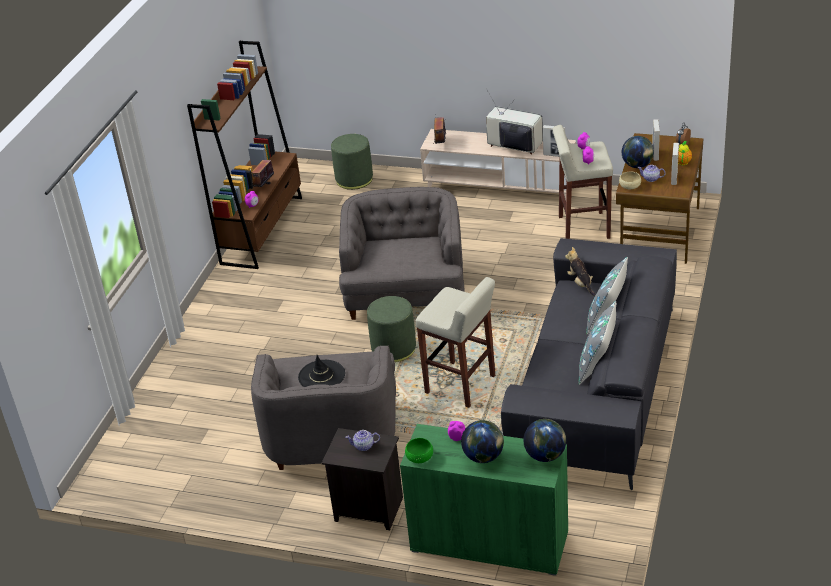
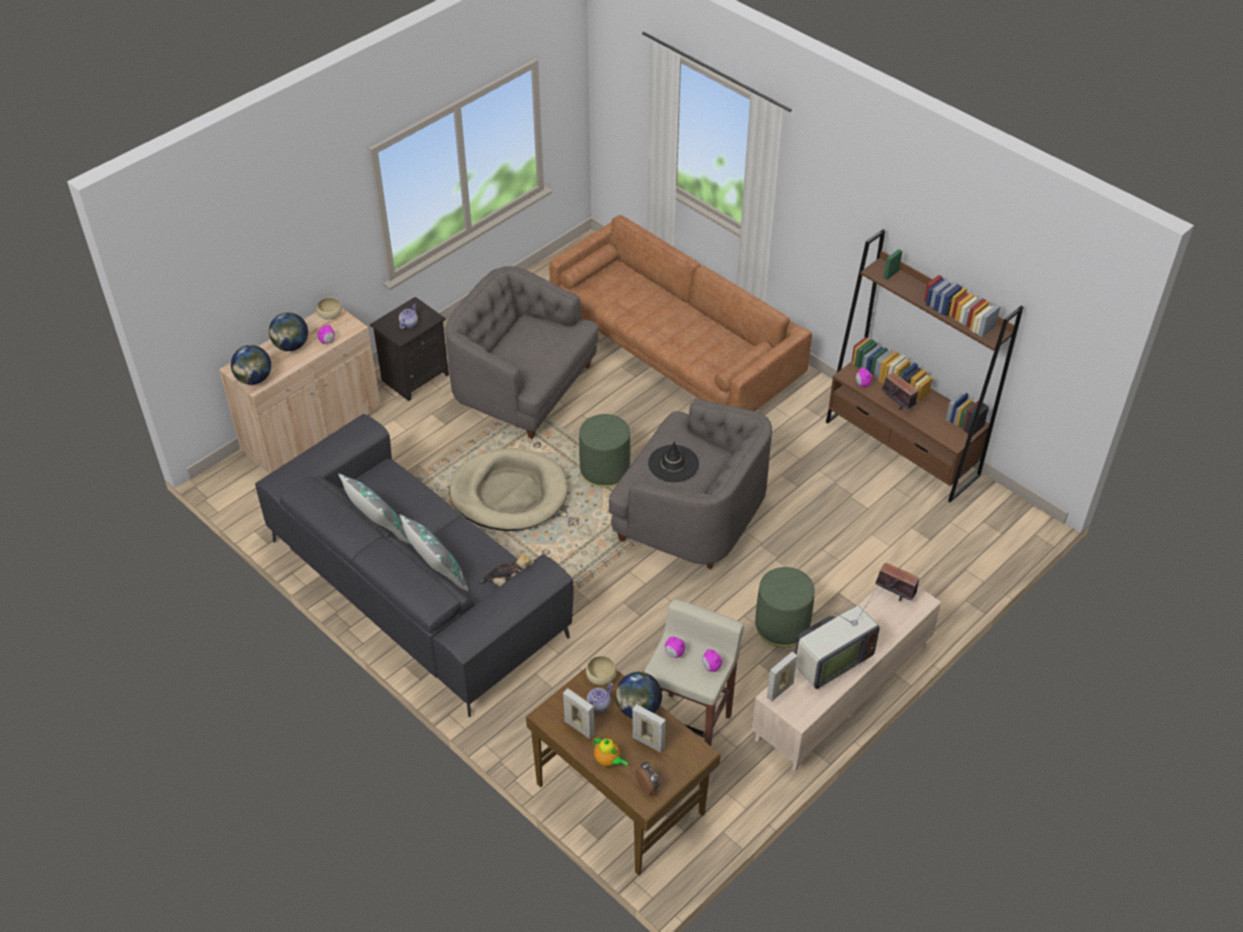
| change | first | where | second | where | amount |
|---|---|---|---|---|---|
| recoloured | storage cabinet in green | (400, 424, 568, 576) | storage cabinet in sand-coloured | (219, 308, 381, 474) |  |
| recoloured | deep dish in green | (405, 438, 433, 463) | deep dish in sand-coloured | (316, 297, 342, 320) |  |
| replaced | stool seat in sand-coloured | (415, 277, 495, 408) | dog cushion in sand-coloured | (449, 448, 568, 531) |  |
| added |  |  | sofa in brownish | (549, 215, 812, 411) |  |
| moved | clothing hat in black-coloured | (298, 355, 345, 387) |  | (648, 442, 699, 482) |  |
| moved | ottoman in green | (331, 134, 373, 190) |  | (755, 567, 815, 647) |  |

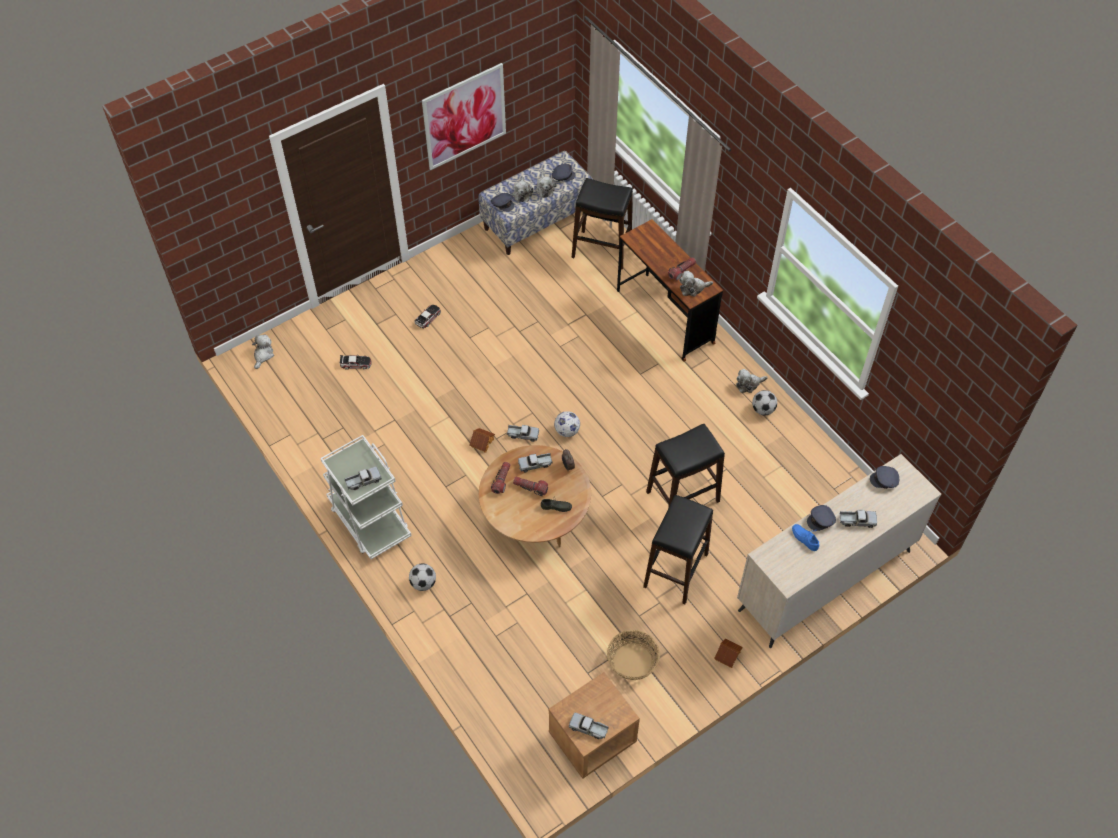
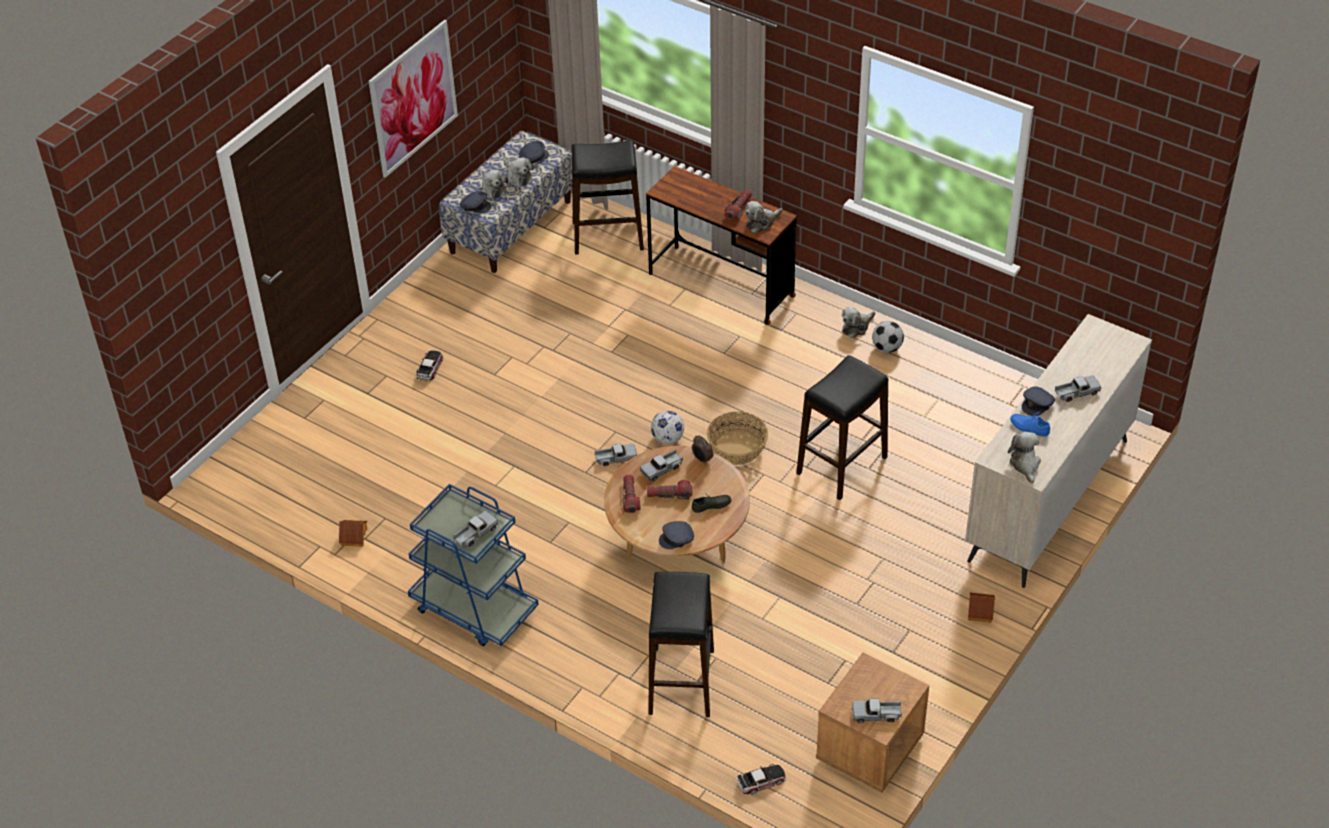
| change | first | where | second | where | amount |
|---|---|---|---|---|---|
| moved | toy house | (469, 428, 495, 452) |  | (339, 520, 367, 547) |  |
| recoloured | cart in white-coloured | (320, 435, 411, 559) | cart in blue-coloured | (408, 484, 539, 646) |  |
| moved | stool seat in black-coloured | (643, 495, 713, 604) |  | (648, 572, 714, 717) |  |
| moved | cap in greyish | (870, 466, 899, 489) |  | (659, 521, 694, 549) |  |
| moved | basket | (607, 630, 660, 680) |  | (707, 411, 768, 465) |  |
| moved | miniature car | (339, 355, 372, 370) |  | (737, 764, 785, 795) |  |
| moved | cuddly toy | (252, 334, 274, 369) |  | (1008, 432, 1041, 484) |  |
| removed | ball for football | (409, 564, 436, 591) |  |  |  |

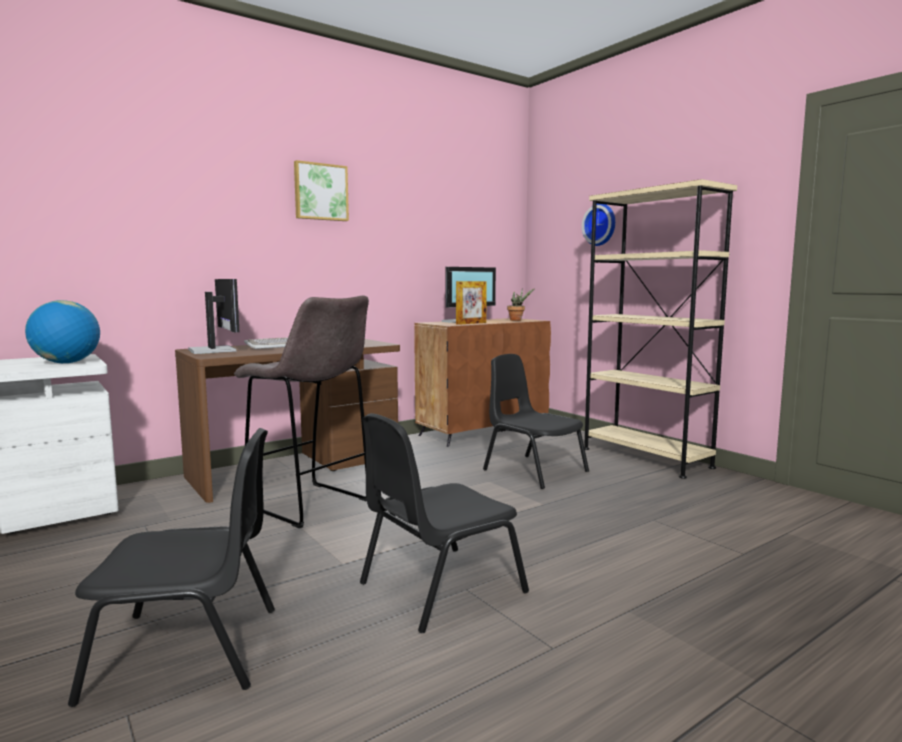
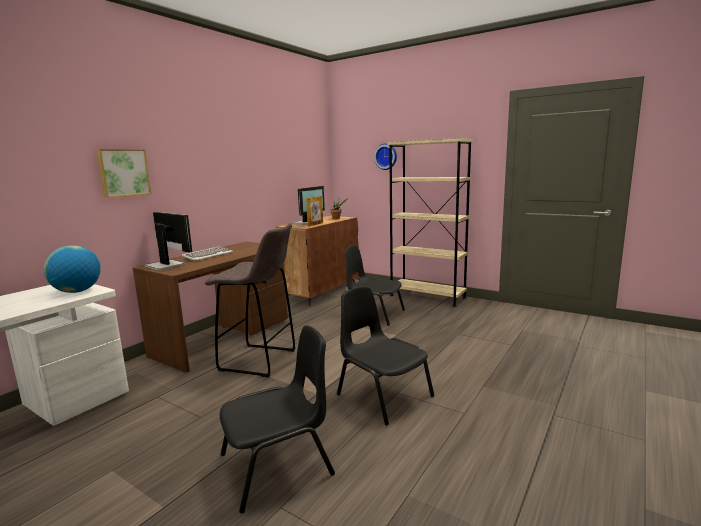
| change | first | where | second | where | amount |
|---|---|---|---|---|---|
| moved | picture | (294, 160, 349, 221) |  | (96, 149, 151, 198) |  |
| turned | upright chair in black-coloured | (360, 413, 529, 633) |  | (337, 286, 434, 426) | 105 degrees clockwise |

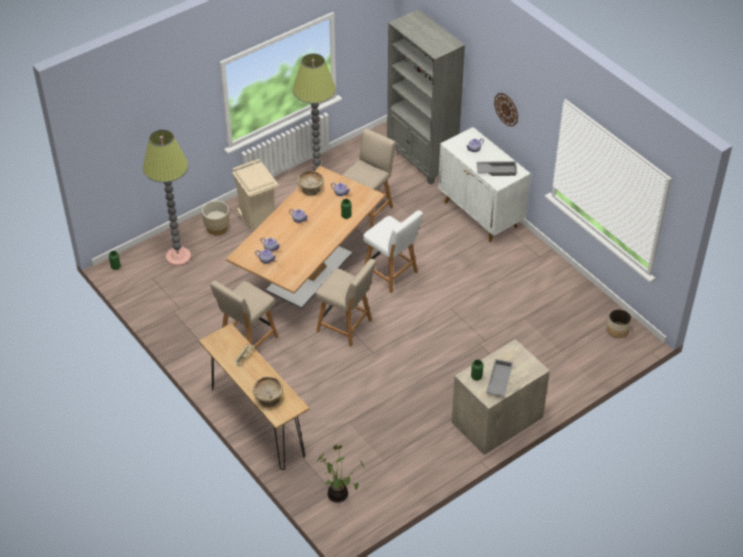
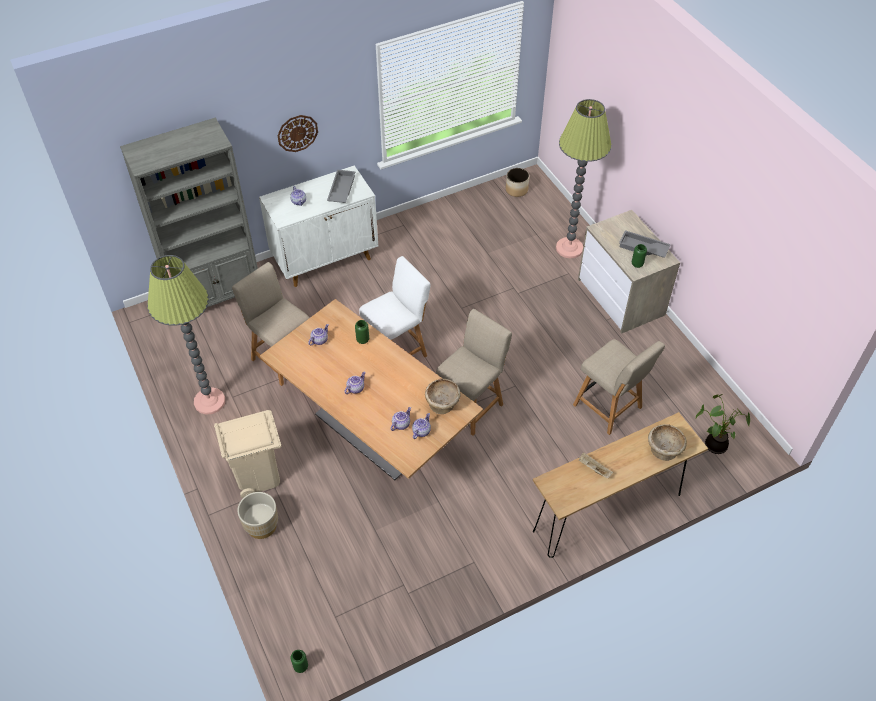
| change | first | where | second | where | amount |
|---|---|---|---|---|---|
| moved | deep dish in sand-coloured | (297, 170, 324, 195) |  | (425, 378, 461, 414) |  |
| moved | floor lamp | (143, 130, 191, 266) |  | (556, 99, 612, 259) |  |
| moved | upright chair in sand-coloured | (210, 281, 278, 348) |  | (573, 339, 665, 435) |  |

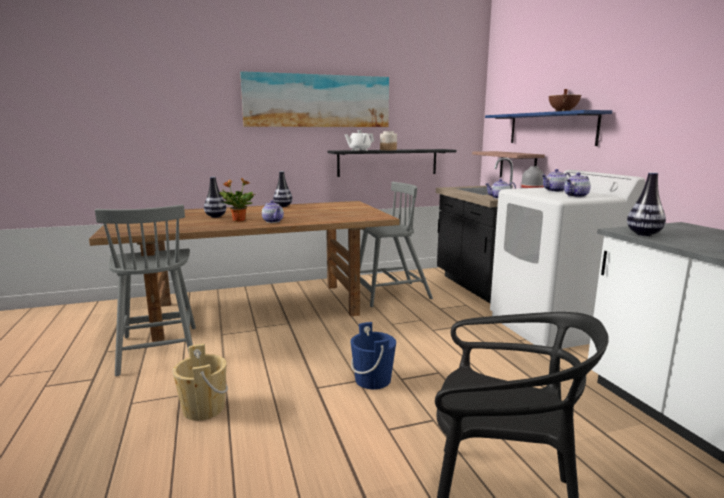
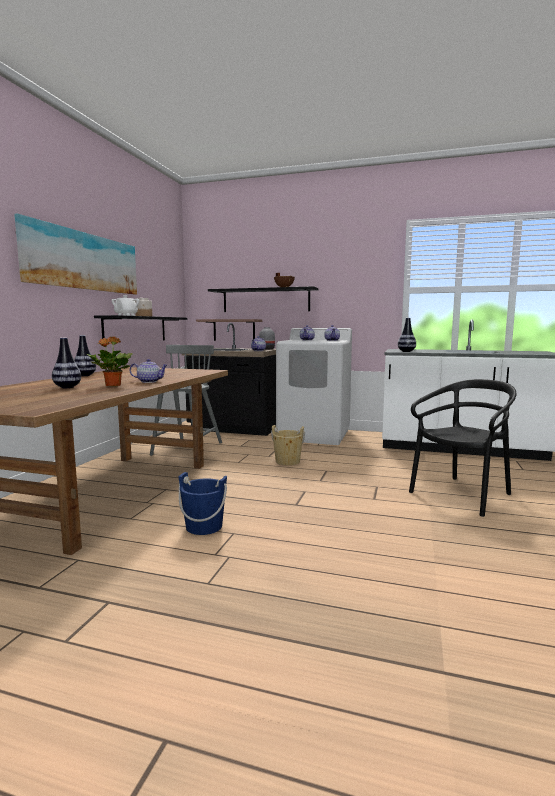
| change | first | where | second | where | amount |
|---|---|---|---|---|---|
| moved | water bucket in blue-coloured | (350, 322, 396, 389) |  | (179, 472, 227, 535) |  |
| recoloured | wall shelf in blue-coloured | (485, 110, 612, 146) | wall shelf in black-coloured | (208, 286, 319, 312) |  |
| moved | water bucket in sand-coloured | (172, 344, 228, 421) |  | (271, 425, 305, 465) |  |
| removed | upright chair in greyish | (95, 205, 196, 376) |  |  |  |

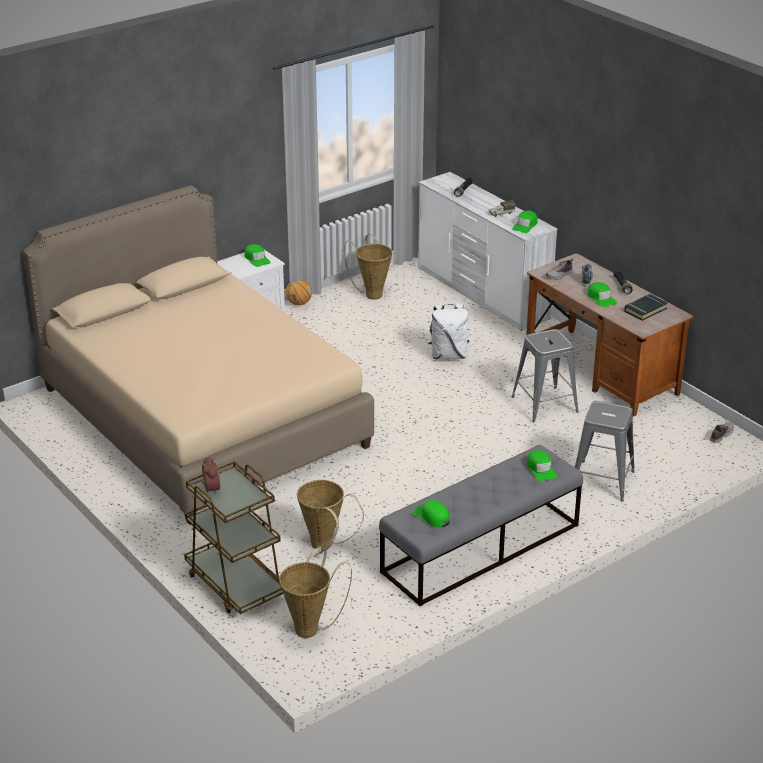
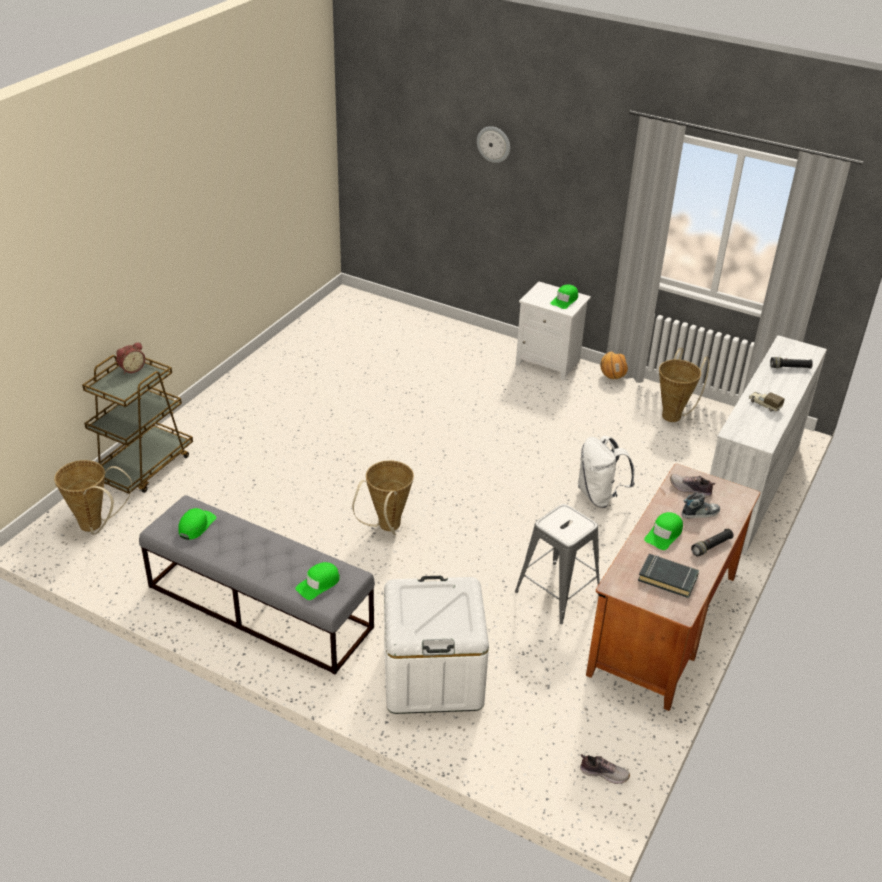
| change | first | where | second | where | amount |
|---|---|---|---|---|---|
| moved | basket | (297, 480, 364, 554) |  | (352, 460, 414, 535) |  |
| replaced | stool seat in greyish | (575, 401, 635, 502) | storage bin in white-coloured | (384, 576, 489, 714) |  |
| added |  |  | hanging clock | (477, 126, 510, 163) |  |
| removed | sleeping bed in sand-coloured | (23, 185, 374, 525) |  |  |  |
| removed | cap in green | (512, 211, 537, 233) |  |  |  |

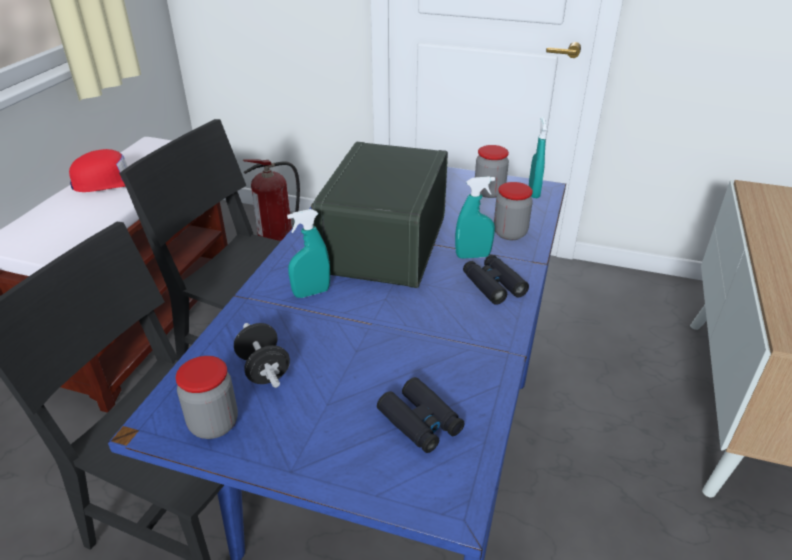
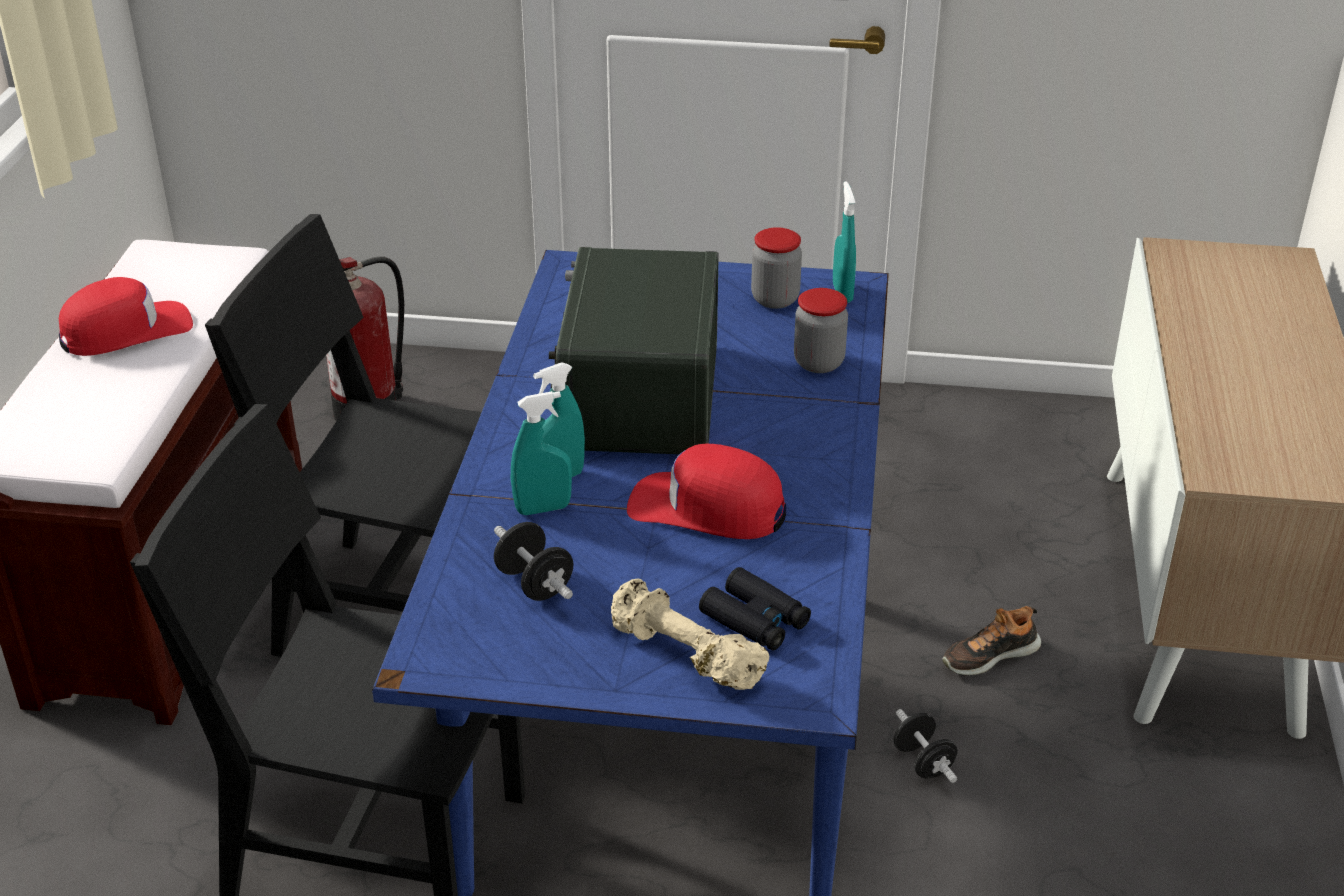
| change | first | where | second | where | amount |
|---|---|---|---|---|---|
| moved | sprayer in turquoise | (455, 176, 495, 259) |  | (511, 391, 572, 515) |  |
| added |  |  | dumbbell in sand-coloured | (611, 579, 769, 690) |  |
| added |  |  | cap in reddish | (627, 444, 786, 539) |  |
| added |  |  | dumbbell in black-coloured | (893, 709, 957, 783) |  |
| added |  |  | low shoe | (942, 606, 1041, 675) |  |
| removed | preserve jar | (175, 356, 238, 439) |  |  |  |
| removed | binoculars in black-coloured | (463, 255, 529, 305) |  |  |  |

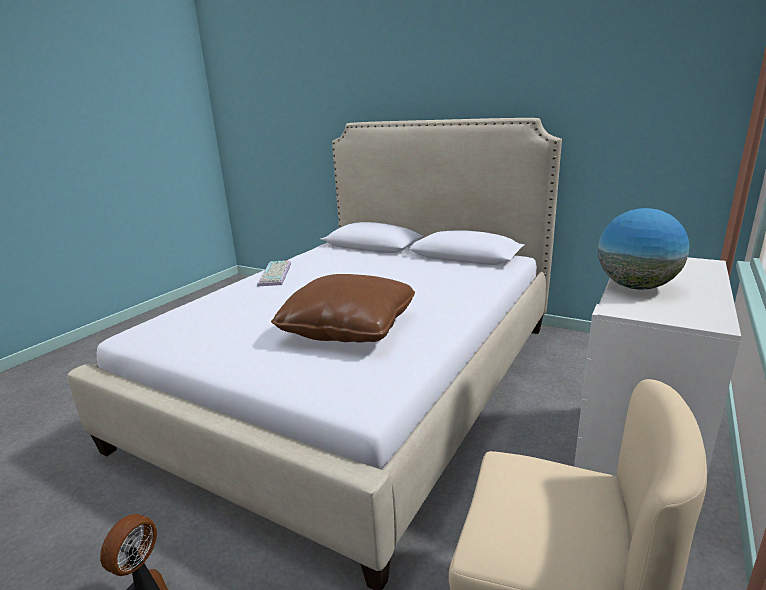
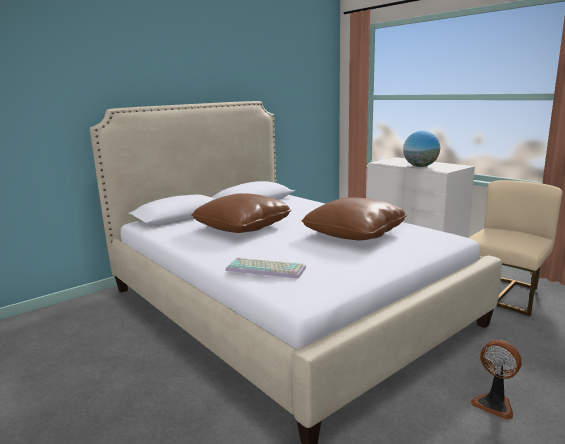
| change | first | where | second | where | amount |
|---|---|---|---|---|---|
| added |  |  | pillow in brownish | (191, 193, 291, 233) |  |
| moved | PC keyboard | (257, 260, 291, 287) |  | (226, 258, 306, 279) |  |

